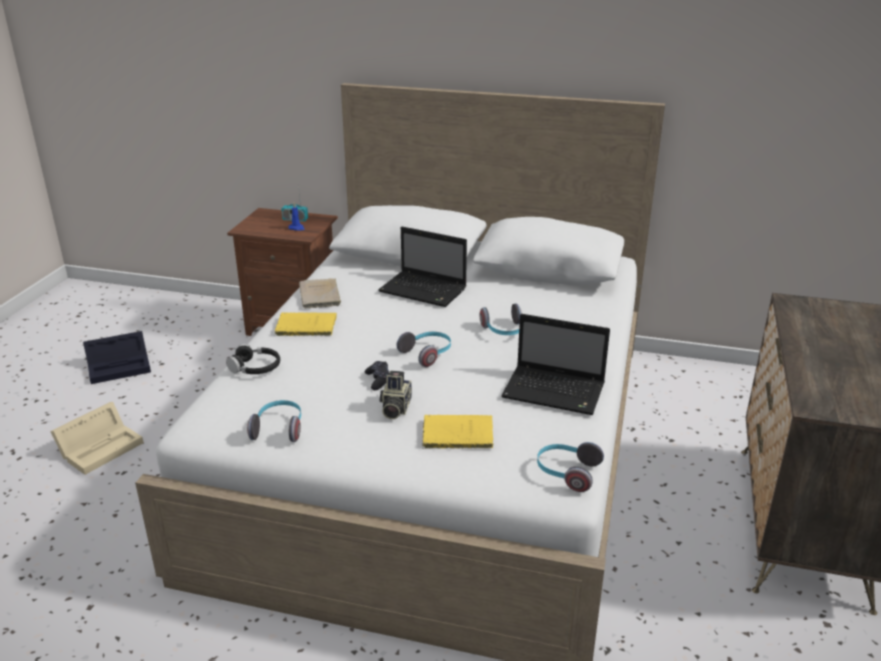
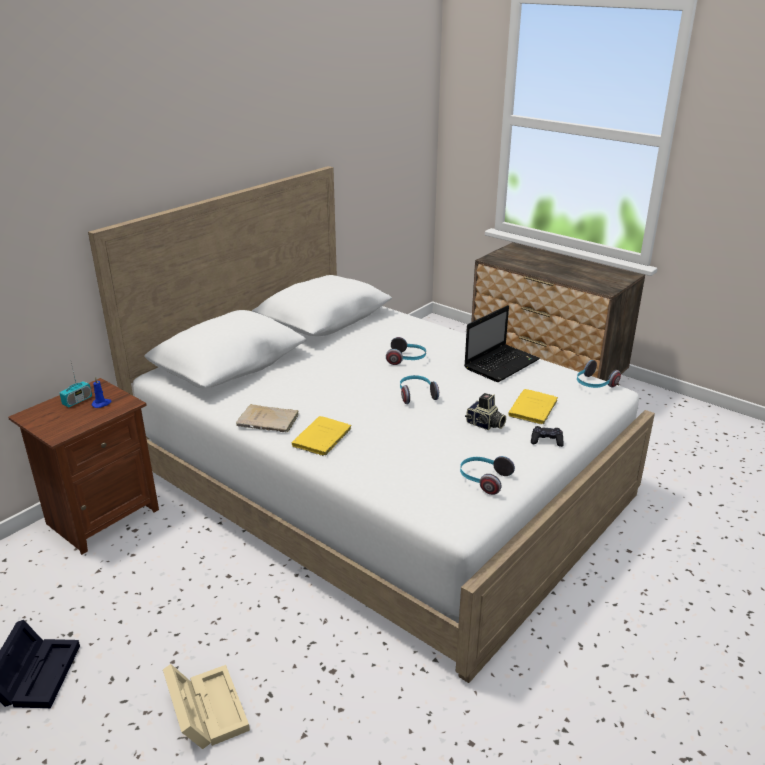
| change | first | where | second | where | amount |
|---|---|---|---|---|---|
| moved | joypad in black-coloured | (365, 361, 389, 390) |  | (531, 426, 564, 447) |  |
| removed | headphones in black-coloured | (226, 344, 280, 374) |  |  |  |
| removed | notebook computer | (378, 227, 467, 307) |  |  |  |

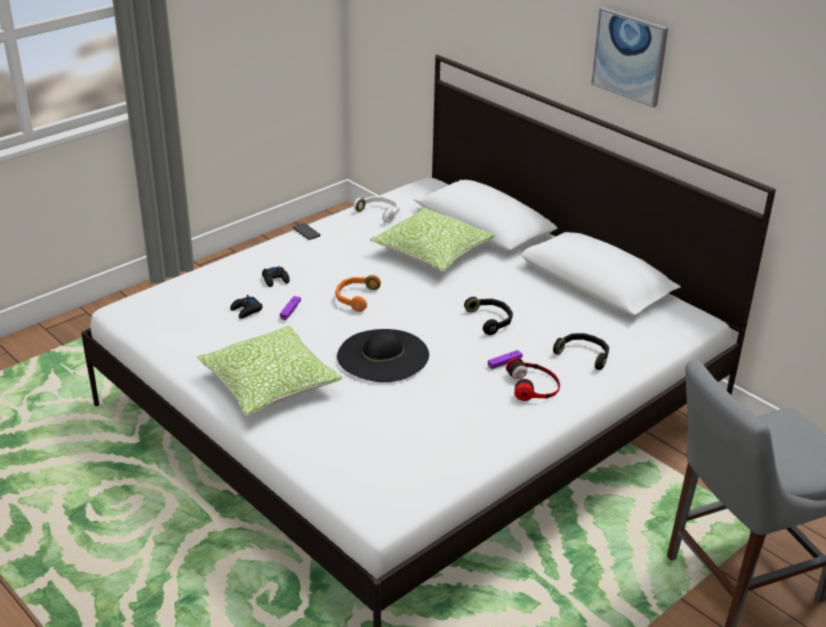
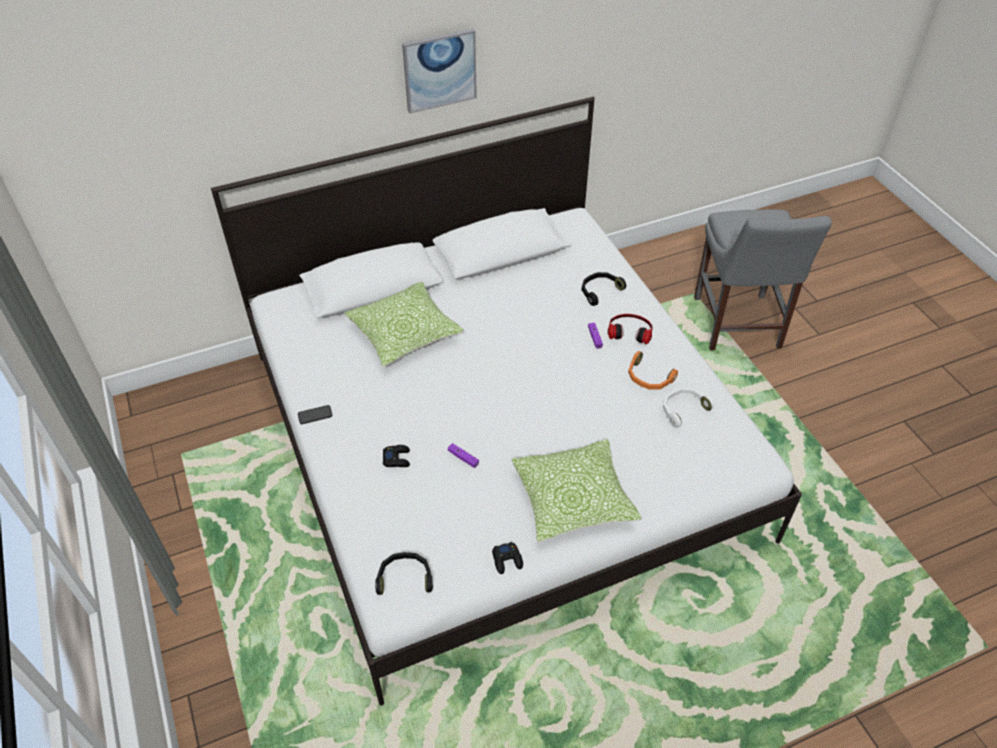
| change | first | where | second | where | amount |
|---|---|---|---|---|---|
| moved | headphones in black-coloured | (464, 297, 513, 335) |  | (375, 552, 433, 595) |  |
| moved | joypad in black-coloured | (230, 295, 263, 319) |  | (492, 542, 523, 574) |  |
| moved | headphones in orange-coloured | (335, 275, 381, 312) |  | (628, 351, 678, 390) |  |
| moved | headphones in white-coloured | (354, 196, 400, 223) |  | (663, 388, 714, 428) |  |
| removed | clothing hat in black-coloured | (337, 329, 429, 382) |  |  |  |

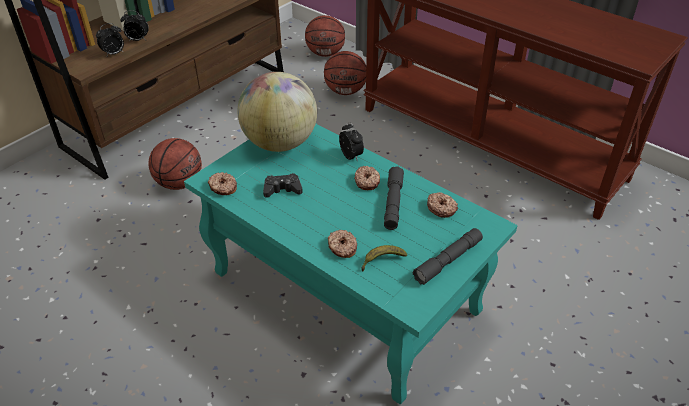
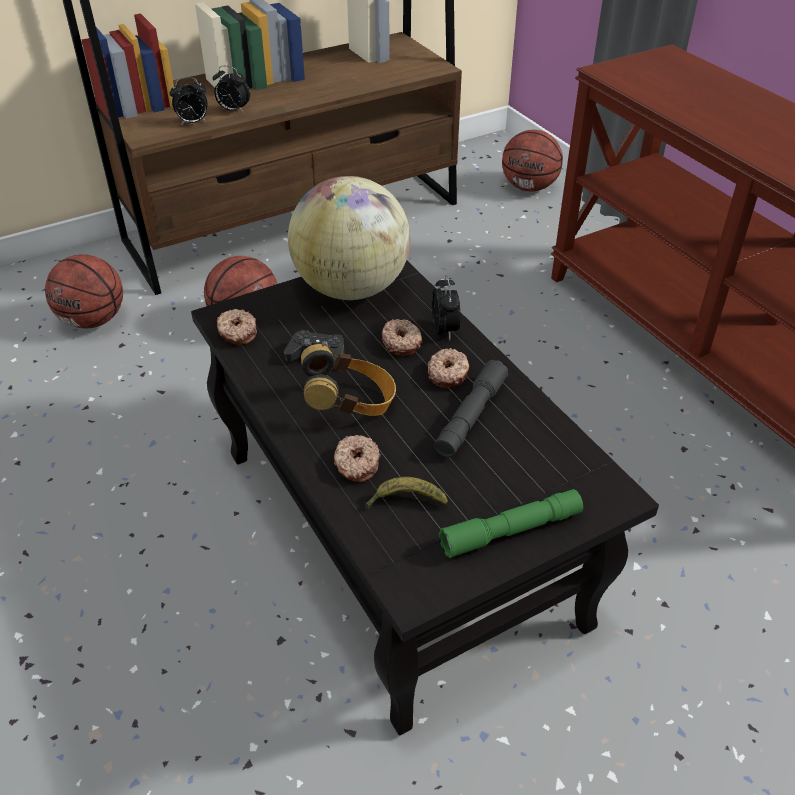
| change | first | where | second | where | amount |
|---|---|---|---|---|---|
| moved | ball for basketball | (324, 51, 366, 95) |  | (45, 254, 123, 328) |  |
| recoloured | low table in turquoise | (184, 124, 518, 404) | low table in black-coloured | (191, 260, 659, 736) |  |
| added |  |  | headphones | (301, 344, 396, 416) |  |
| moved | donut | (427, 192, 458, 218) |  | (382, 319, 423, 356) |  |
| recoloured | hand torch in greyish | (413, 228, 483, 285) | hand torch in green | (439, 489, 583, 558) |  |

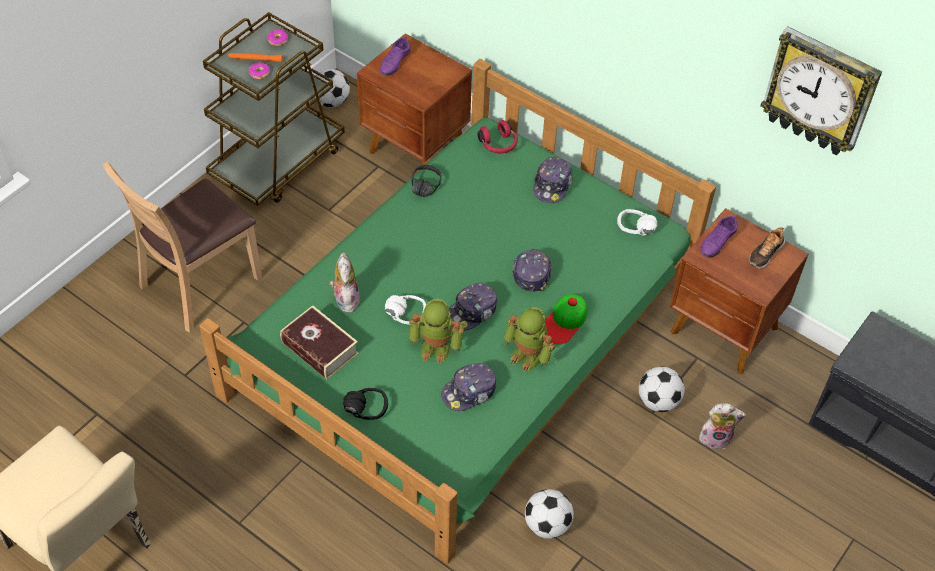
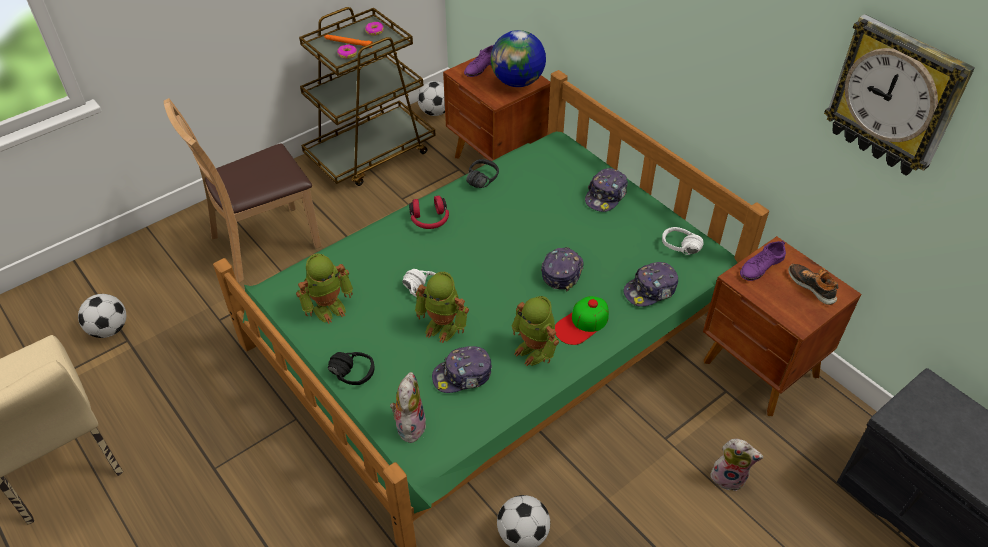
| change | first | where | second | where | amount |
|---|---|---|---|---|---|
| moved | ball for football | (639, 367, 685, 412) |  | (78, 294, 126, 338) |  |
| replaced | bound book | (280, 305, 359, 380) | robot figure | (296, 253, 353, 324) |  |
| moved | cuddly toy | (330, 252, 360, 313) |  | (390, 372, 426, 443) |  |
| moved | headphones in reddish | (477, 120, 518, 153) |  | (409, 196, 449, 229) |  |
| added |  |  | world globe | (491, 30, 546, 87) |  |
| moved | cap | (449, 283, 497, 331) |  | (624, 262, 678, 307) |  |
| turned | low shoe | (749, 227, 785, 269) |  | (789, 264, 839, 305) | 90 degrees clockwise |

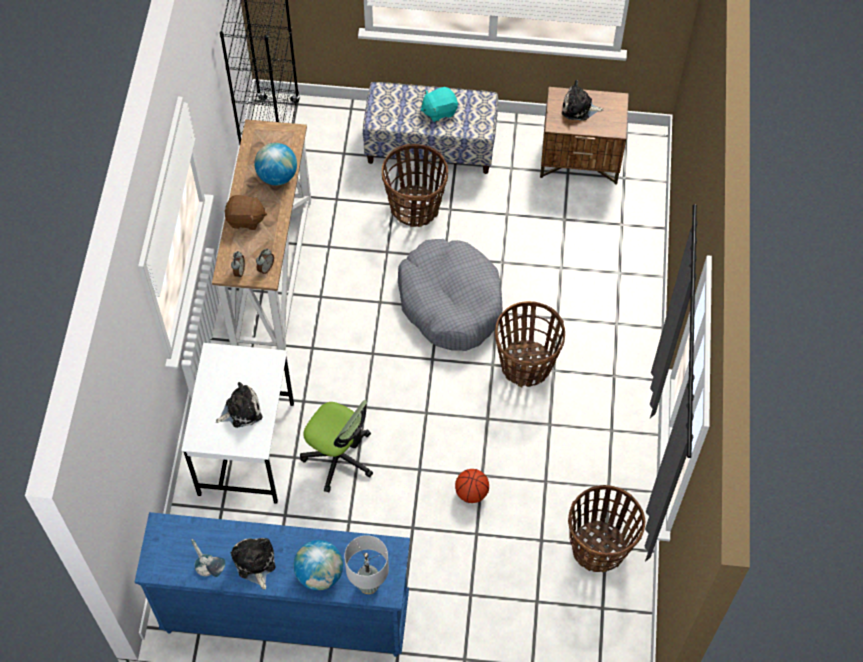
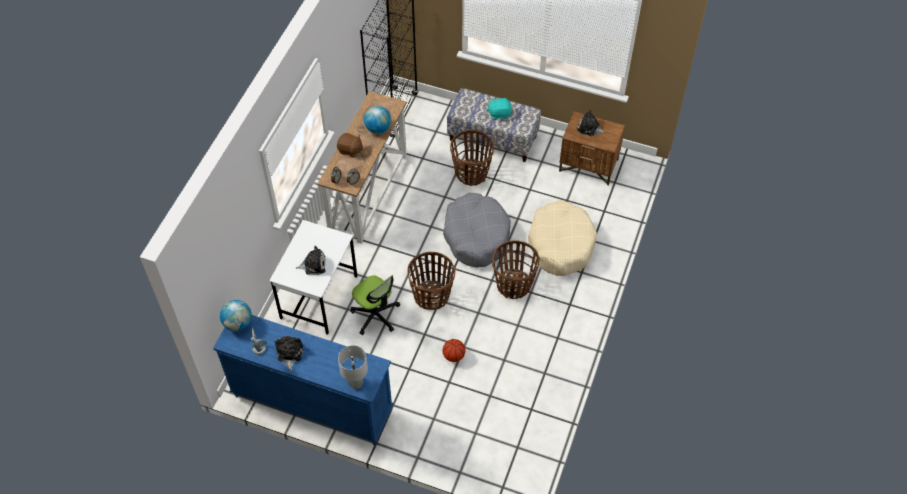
| change | first | where | second | where | amount |
|---|---|---|---|---|---|
| moved | world globe | (293, 540, 343, 590) |  | (220, 300, 252, 331) |  |
| moved | basket | (568, 485, 645, 572) |  | (407, 252, 455, 310) |  |
| added |  |  | dog cushion in sand-coloured | (528, 200, 597, 276) |  |

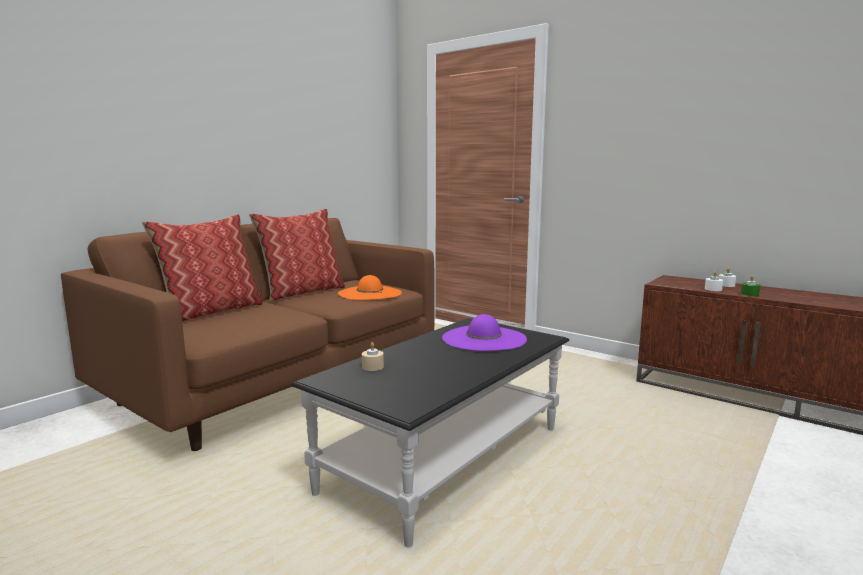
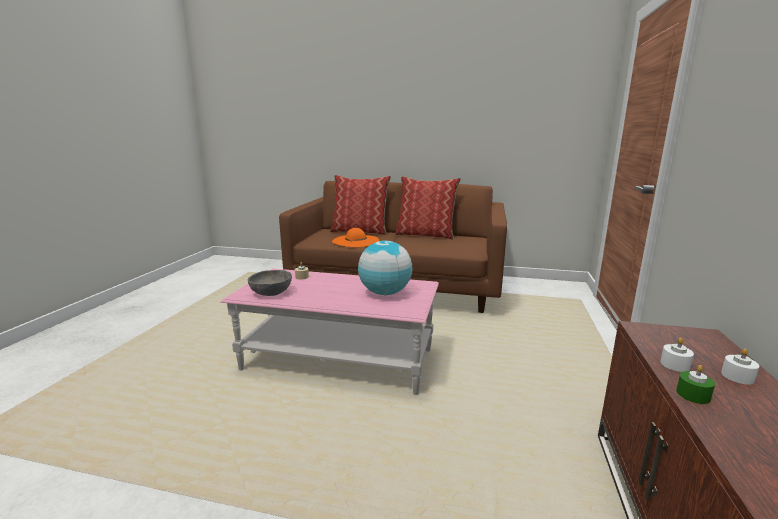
| change | first | where | second | where | amount |
|---|---|---|---|---|---|
| recoloured | low table in black-coloured | (291, 318, 569, 547) | low table in pink-coloured | (220, 269, 439, 395) |  |
| added |  |  | deep dish in greyish | (248, 270, 292, 296) |  |
| moved | clothing hat in orange-coloured | (338, 275, 402, 300) |  | (332, 228, 379, 247) |  |
| replaced | clothing hat in purple | (442, 314, 527, 351) | world globe | (358, 241, 413, 295) |  |

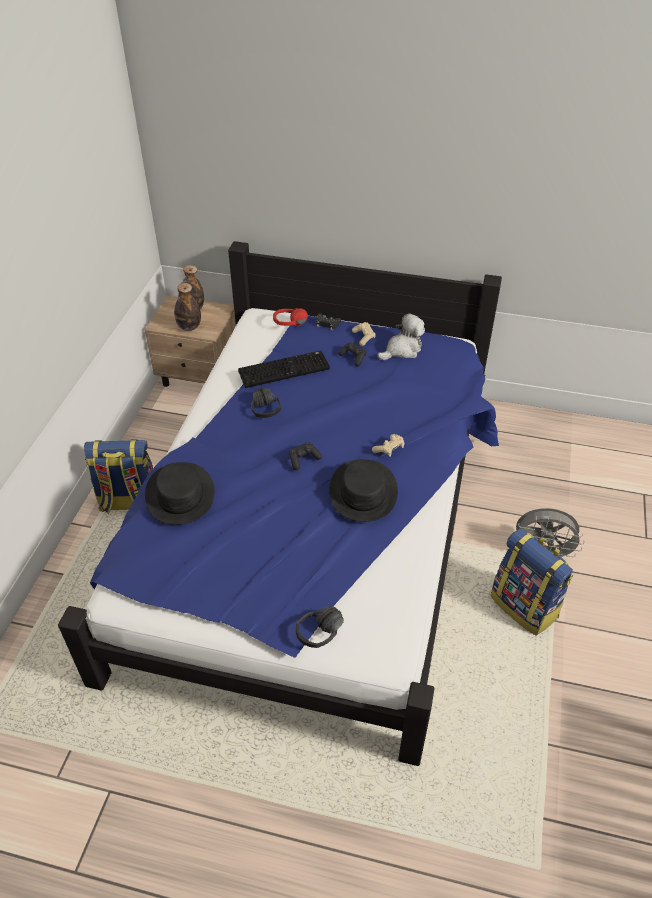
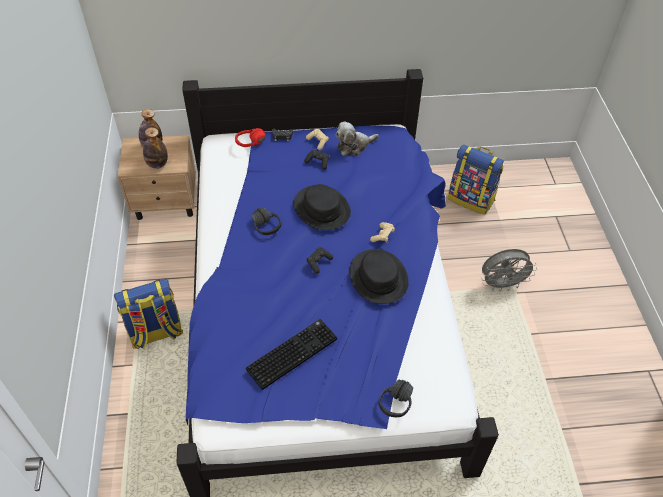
| change | first | where | second | where | amount |
|---|---|---|---|---|---|
| moved | PC keyboard | (238, 350, 330, 388) |  | (246, 319, 337, 390) |  |
| moved | clothing hat in black-coloured | (145, 462, 214, 525) |  | (294, 184, 351, 230) |  |
| turned | cuddly toy | (377, 313, 425, 360) |  | (336, 122, 379, 156) | 150 degrees counterclockwise |
| moved | knapsack | (491, 529, 573, 636) |  | (448, 144, 504, 214) |  |

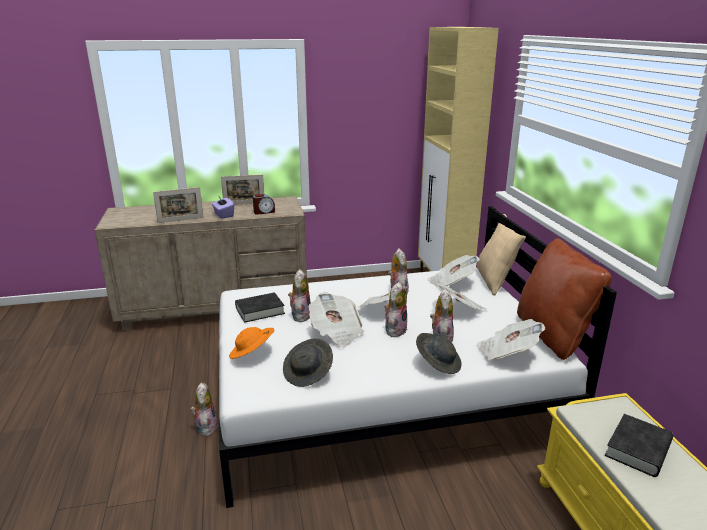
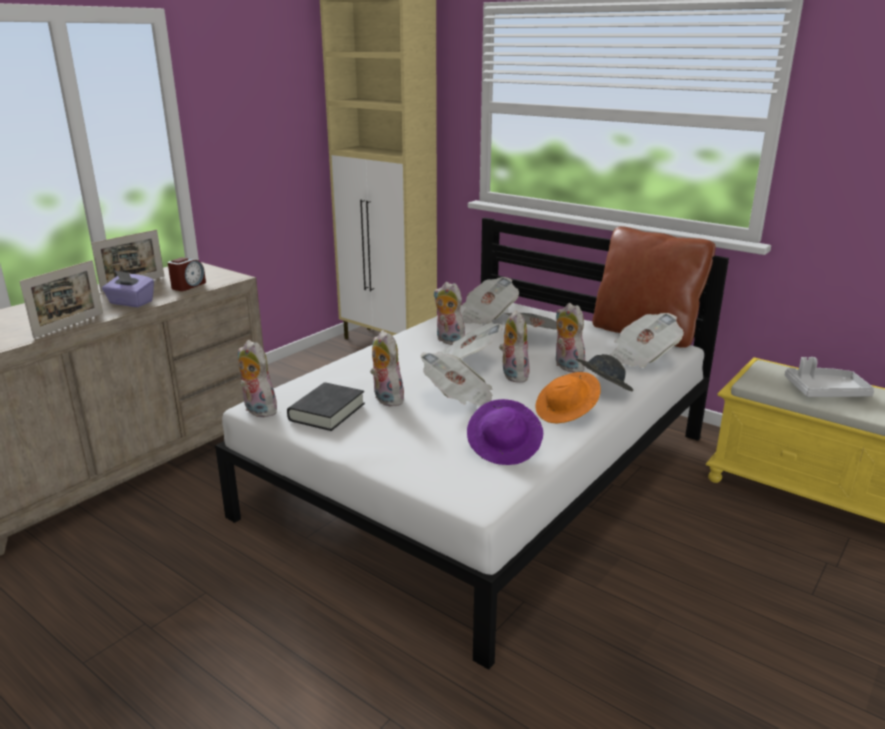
| change | first | where | second | where | amount |
|---|---|---|---|---|---|
| moved | cuddly toy | (191, 382, 218, 436) |  | (238, 340, 281, 417) |  |
| recoloured | clothing hat in greyish | (283, 338, 333, 387) | clothing hat in purple | (467, 399, 543, 465) |  |
| moved | clothing hat in orange-coloured | (229, 327, 274, 359) |  | (535, 372, 601, 423) |  |
| replaced | bound book in black-coloured | (605, 414, 673, 477) | carrying tray in greyish | (785, 357, 874, 397) |  |
| removed | pillow in sand-coloured | (476, 214, 526, 296) |  |  |  |

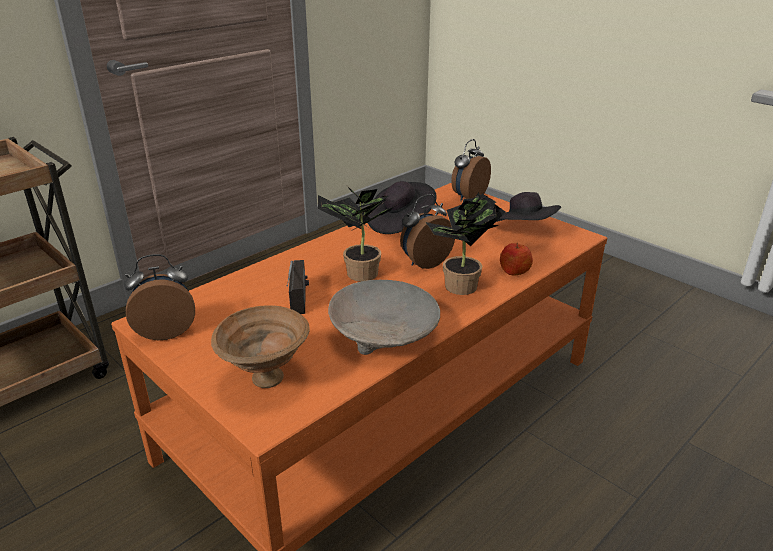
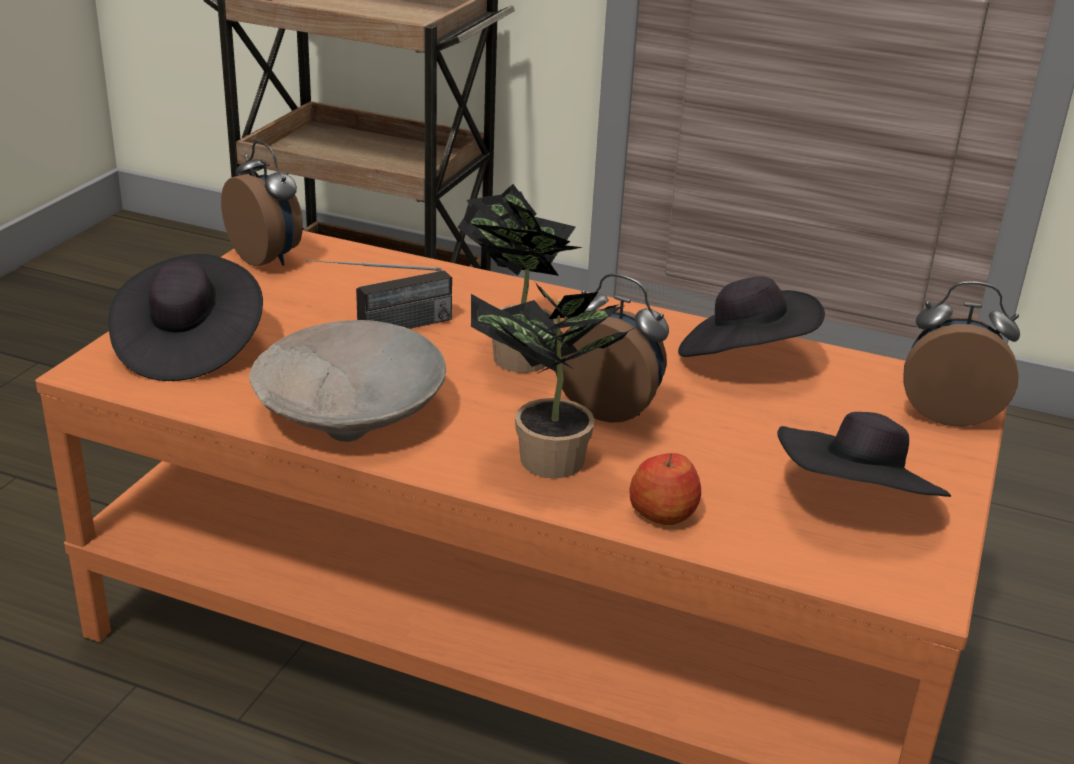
| change | first | where | second | where | amount |
|---|---|---|---|---|---|
| replaced | deep dish in brownish | (211, 305, 310, 388) | clothing hat in black-coloured | (108, 254, 263, 381) |  |

